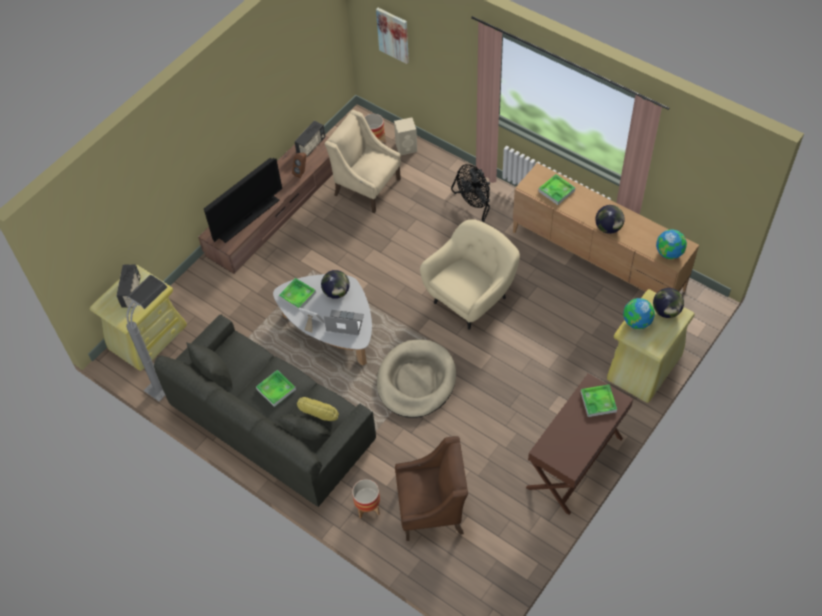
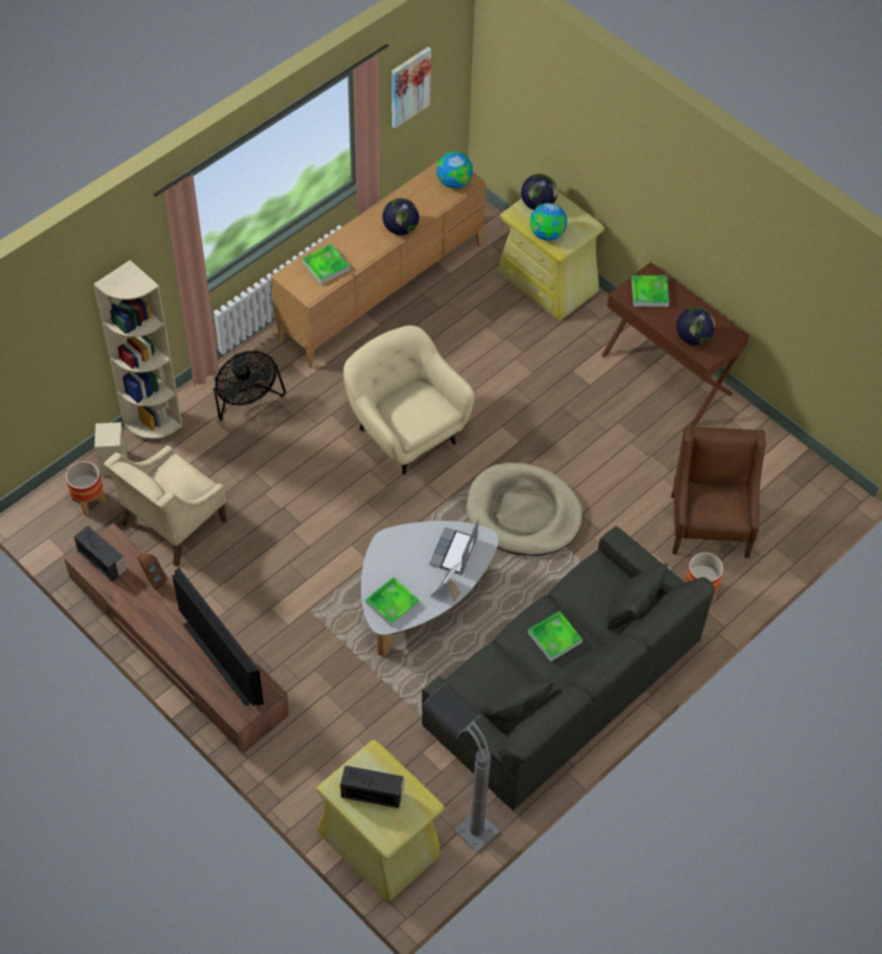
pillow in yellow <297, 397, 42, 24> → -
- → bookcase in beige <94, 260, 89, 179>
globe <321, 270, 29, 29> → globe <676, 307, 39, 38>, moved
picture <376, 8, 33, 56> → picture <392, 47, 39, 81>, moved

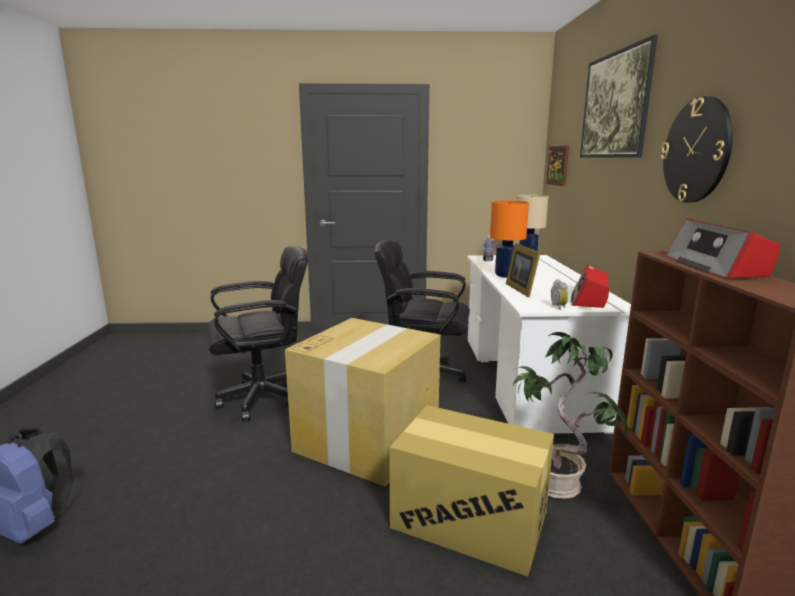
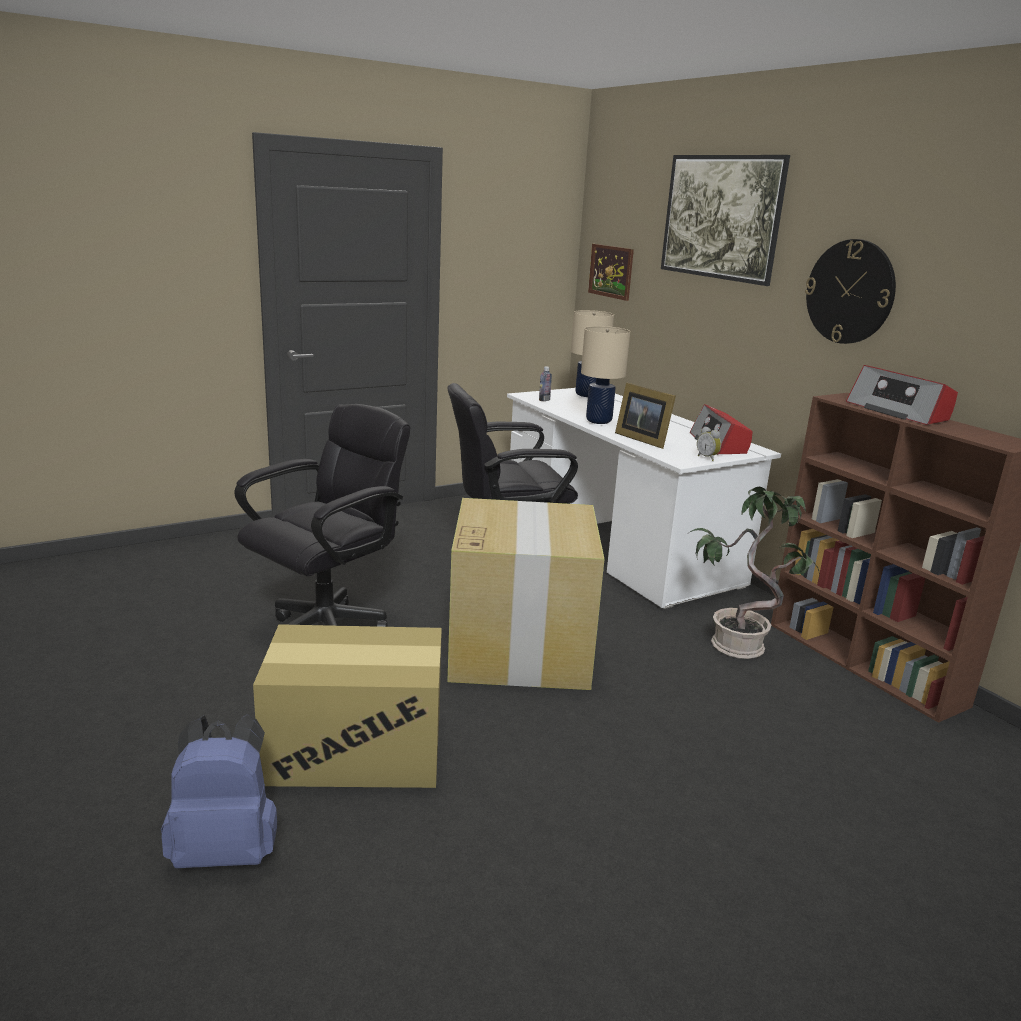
cardboard box <390, 405, 164, 172> → cardboard box <253, 624, 189, 164>, moved
table lamp in orange <490, 201, 39, 77> → table lamp in beige <581, 326, 49, 98>

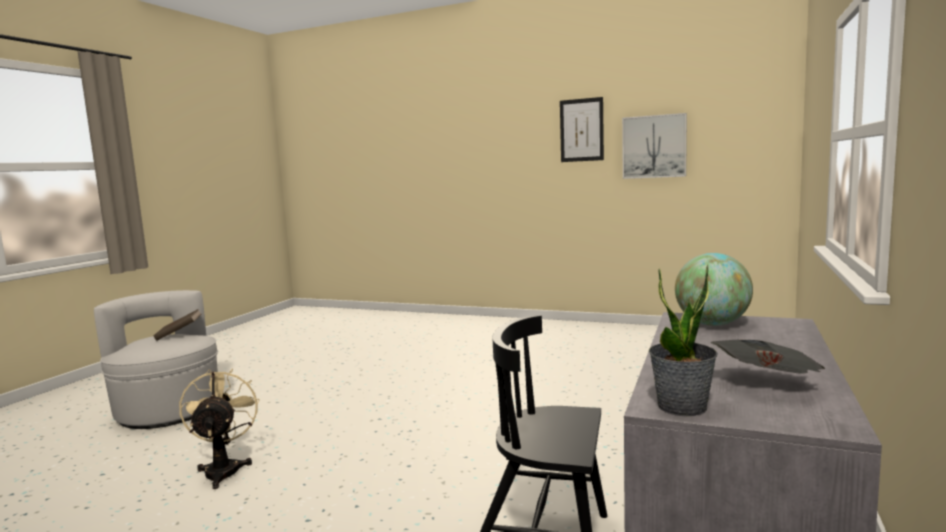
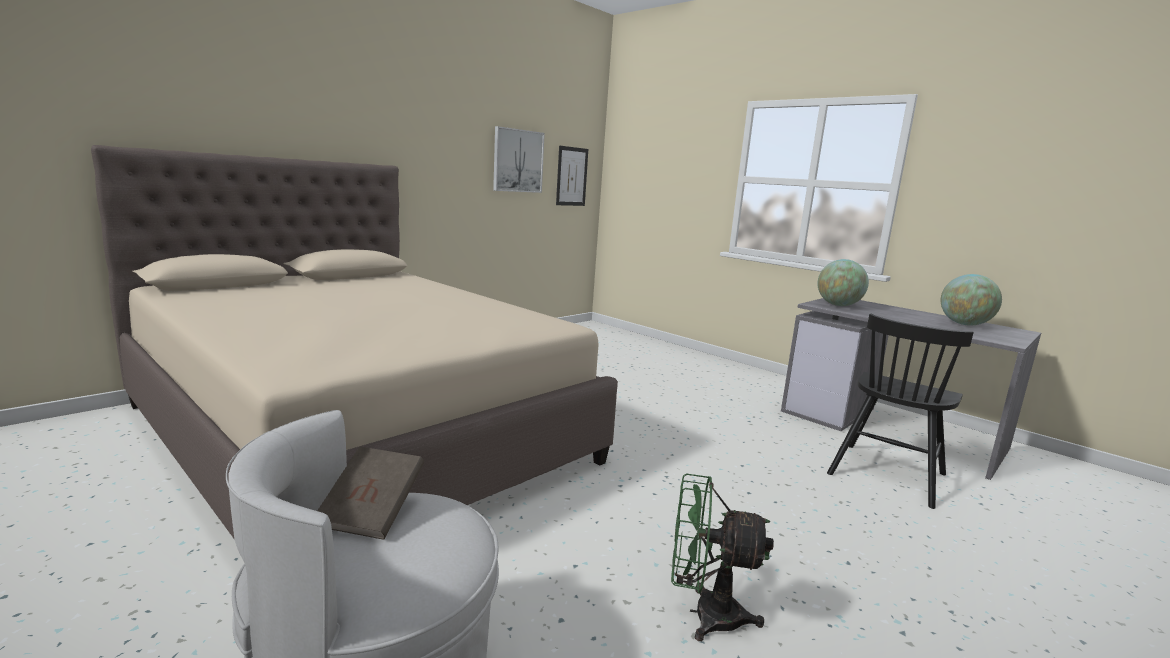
potted plant <649, 265, 69, 151> → -
- → bed in beige <91, 145, 527, 395>
picture <560, 97, 44, 65> → picture <556, 146, 32, 60>, moved
newspaper <710, 339, 114, 34> → globe <941, 274, 61, 51>
fan in beige <179, 368, 81, 121> → fan in green <671, 474, 103, 167>

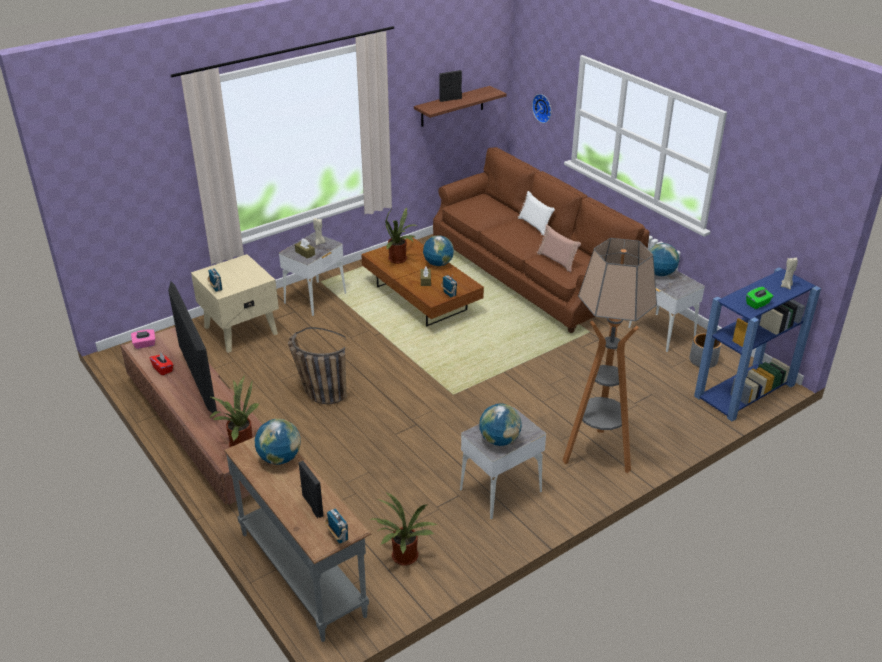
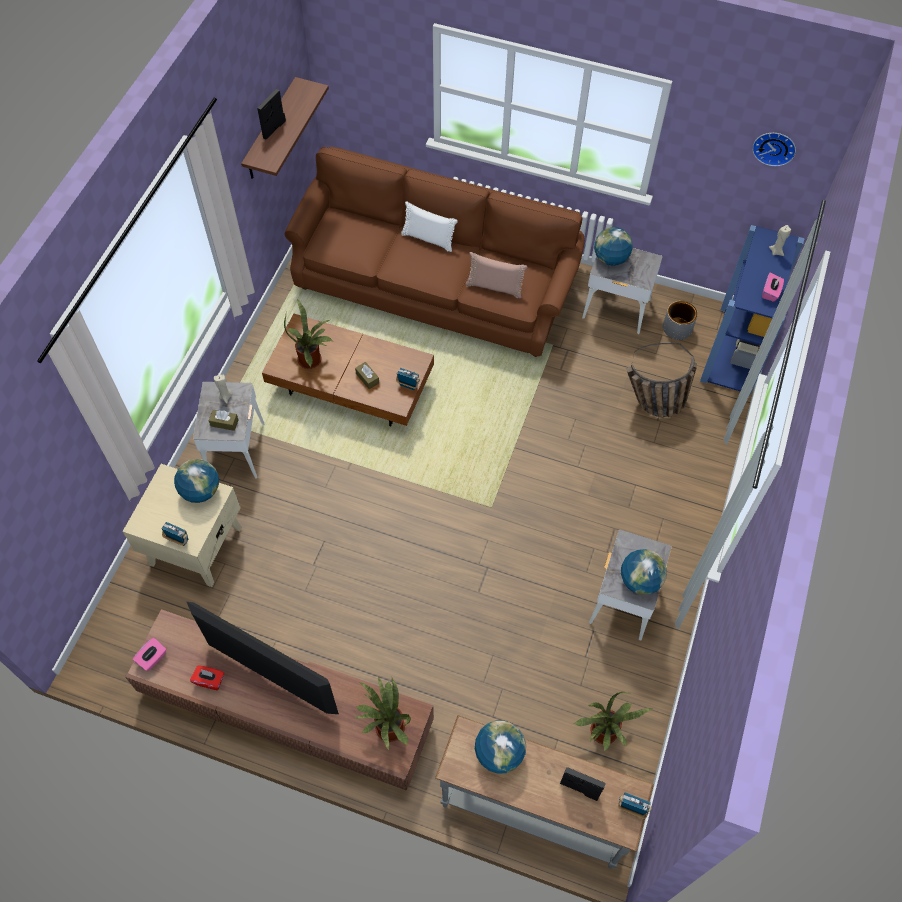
floor lamp <563, 238, 94, 235> → -
basket <288, 327, 59, 77> → basket <626, 343, 71, 75>, moved
globe <423, 235, 31, 31> → globe <174, 459, 45, 44>, moved
wall clock <532, 94, 19, 29> → wall clock <752, 133, 44, 33>, moved
tissue box in green <746, 287, 27, 22> → tissue box in pink <762, 272, 22, 30>

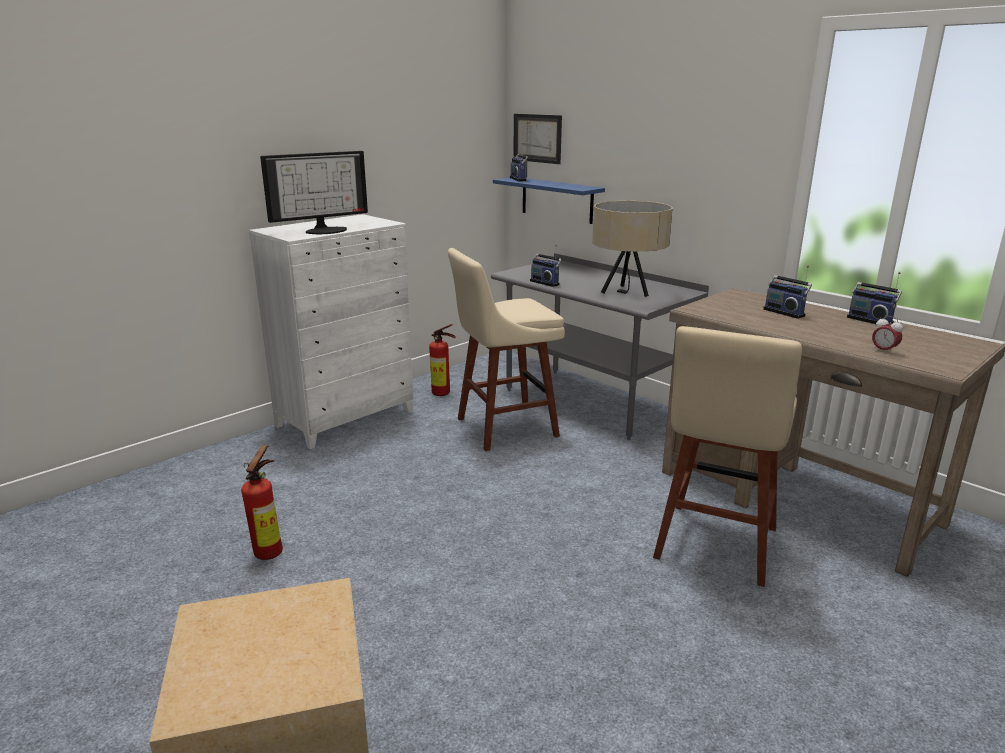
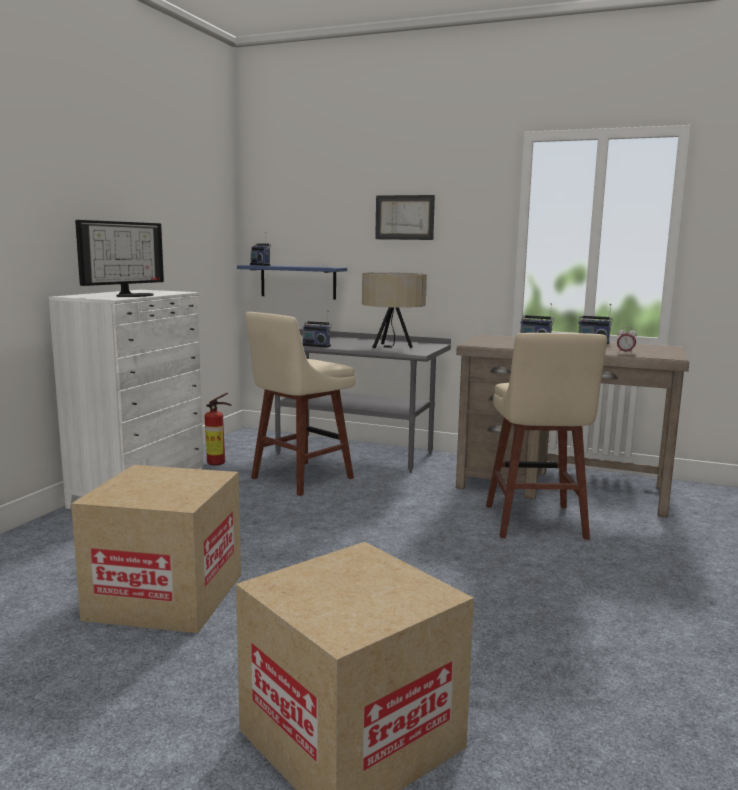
picture <513, 114, 49, 50> → picture <375, 195, 60, 45>, moved
fire extinguisher <241, 445, 42, 115> → cardboard box <71, 465, 170, 168>

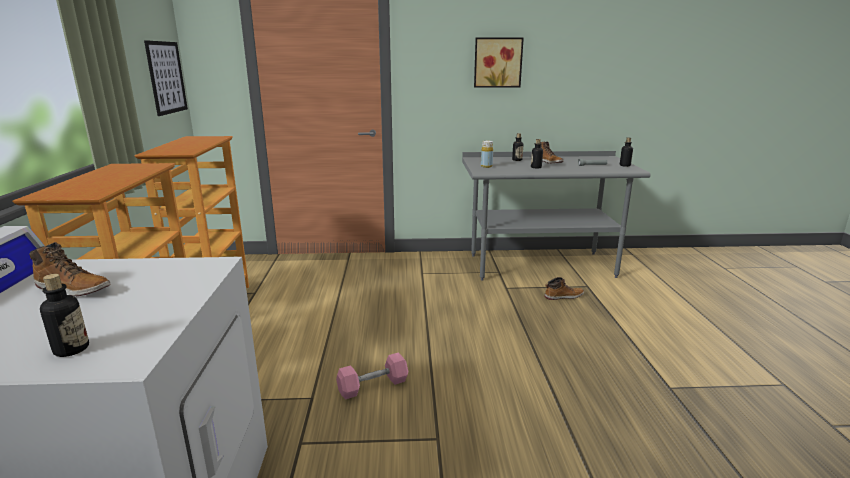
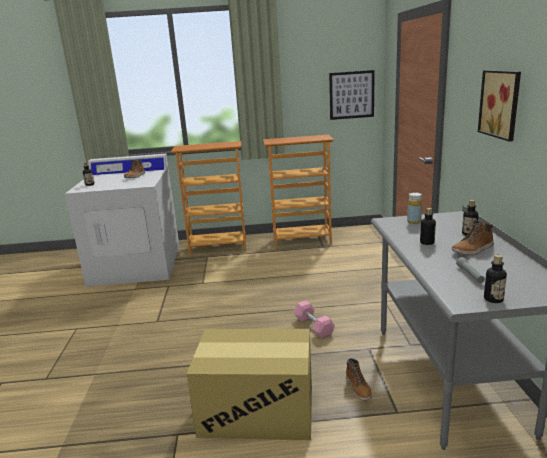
- → cardboard box <187, 329, 125, 111>
dumbbell in pink <336, 353, 73, 46> → dumbbell in pink <294, 301, 41, 38>, moved

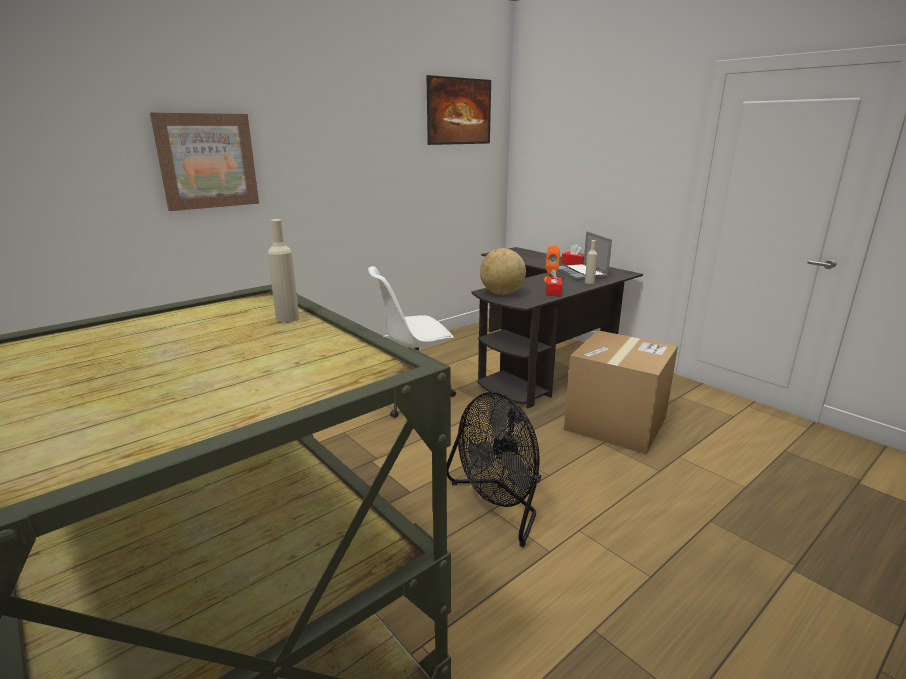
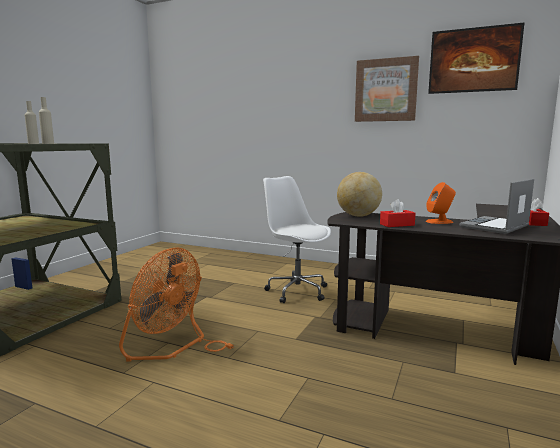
cardboard box <564, 330, 114, 125> → -
picture <150, 112, 109, 99> → picture <355, 56, 64, 66>, moved
bottle in beige <585, 240, 13, 44> → bottle in beige <25, 101, 14, 43>, moved
fan in black <447, 392, 95, 155> → fan in orange <119, 248, 115, 114>

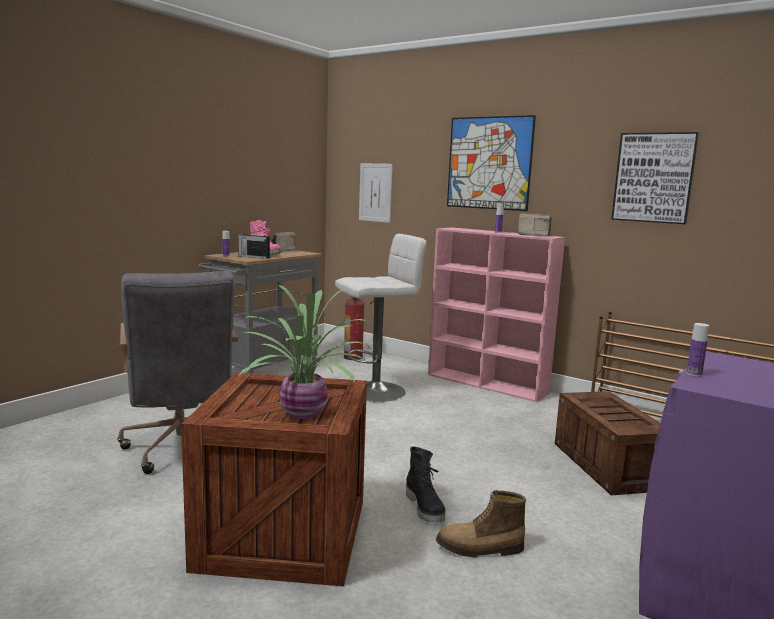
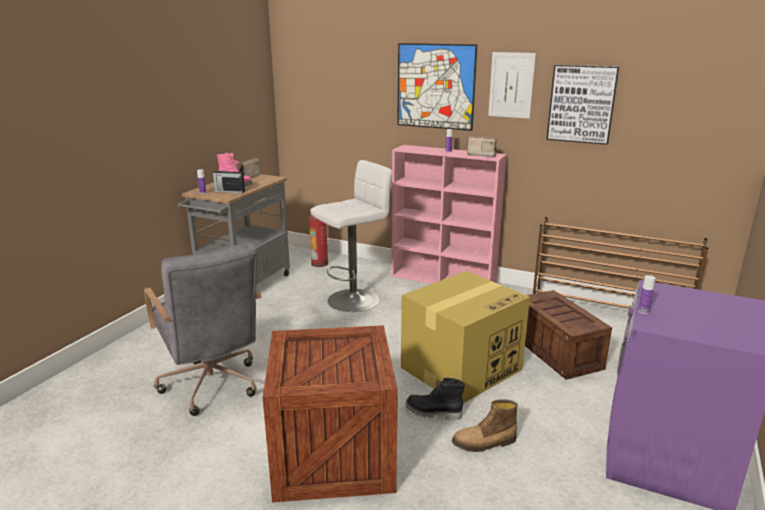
potted plant <238, 285, 130, 134> → -
- → cardboard box <401, 271, 129, 132>
picture <359, 163, 34, 60> → picture <488, 52, 48, 67>, moved
boot in black <406, 447, 39, 76> → boot in black <405, 378, 60, 42>, 135 degrees clockwise

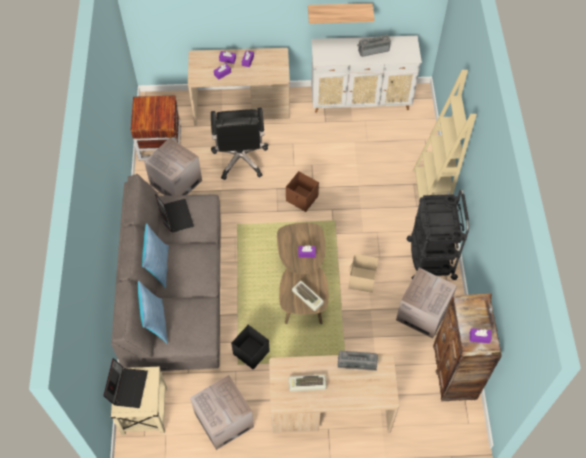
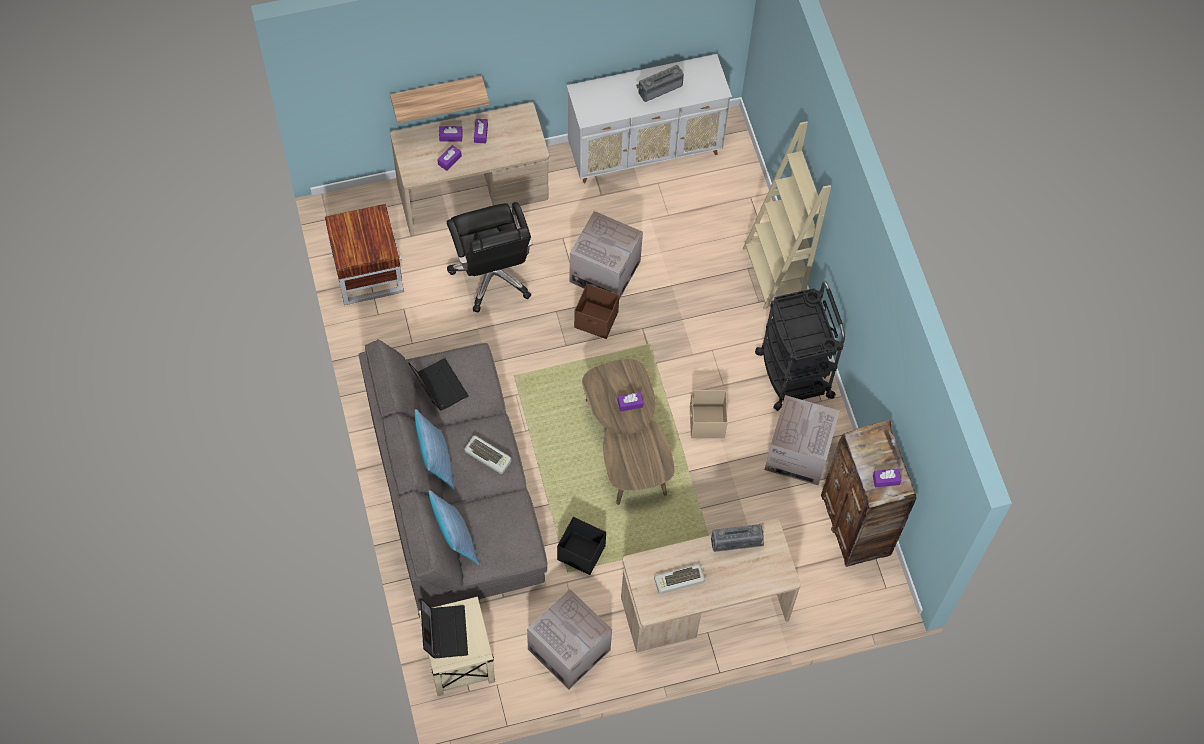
cardboard box <144, 137, 58, 59> → cardboard box <569, 211, 74, 89>, moved
keyboard <292, 281, 32, 30> → keyboard <464, 435, 47, 39>, moved
shelf <308, 3, 67, 21> → shelf <390, 75, 99, 49>, moved

